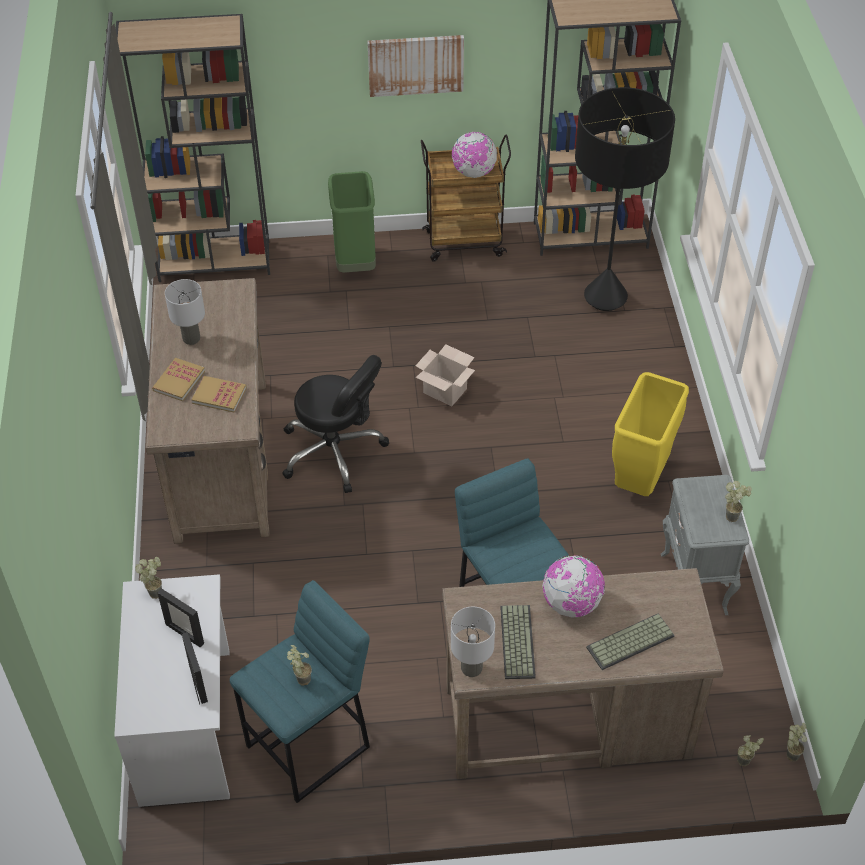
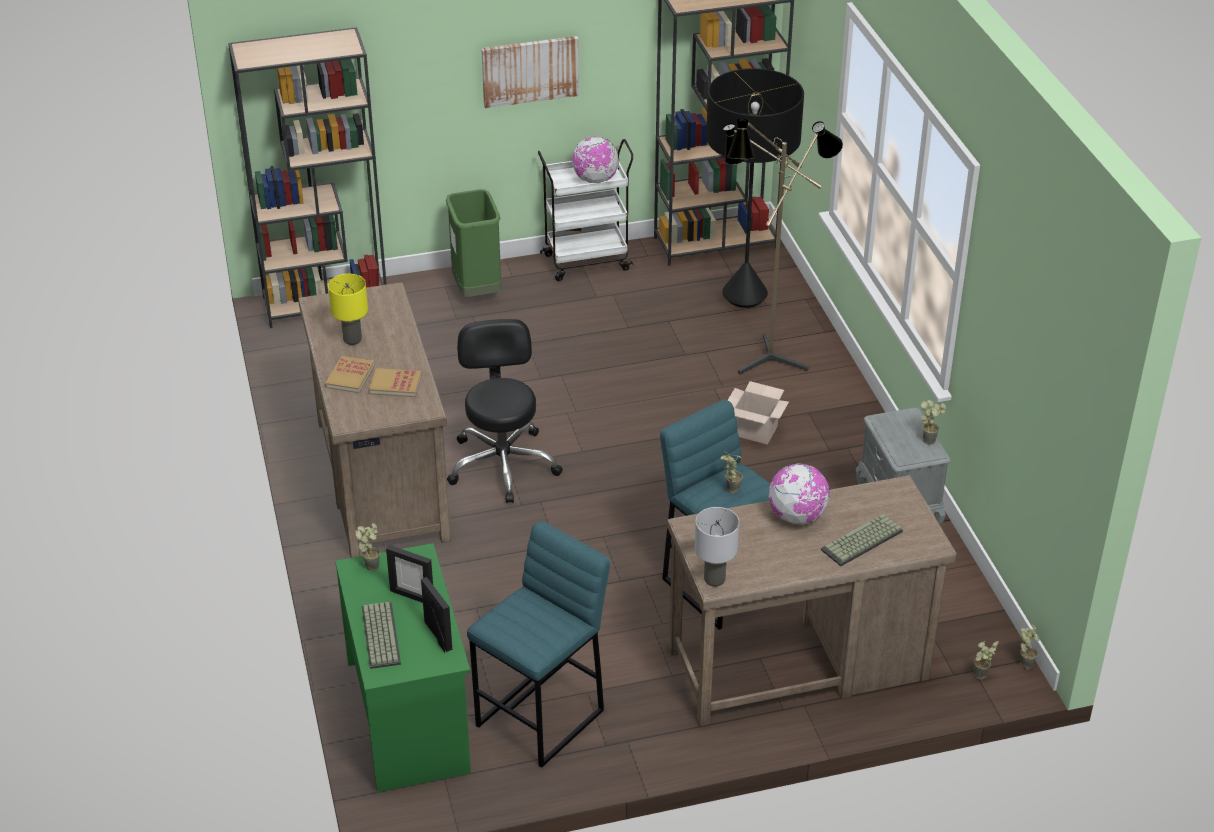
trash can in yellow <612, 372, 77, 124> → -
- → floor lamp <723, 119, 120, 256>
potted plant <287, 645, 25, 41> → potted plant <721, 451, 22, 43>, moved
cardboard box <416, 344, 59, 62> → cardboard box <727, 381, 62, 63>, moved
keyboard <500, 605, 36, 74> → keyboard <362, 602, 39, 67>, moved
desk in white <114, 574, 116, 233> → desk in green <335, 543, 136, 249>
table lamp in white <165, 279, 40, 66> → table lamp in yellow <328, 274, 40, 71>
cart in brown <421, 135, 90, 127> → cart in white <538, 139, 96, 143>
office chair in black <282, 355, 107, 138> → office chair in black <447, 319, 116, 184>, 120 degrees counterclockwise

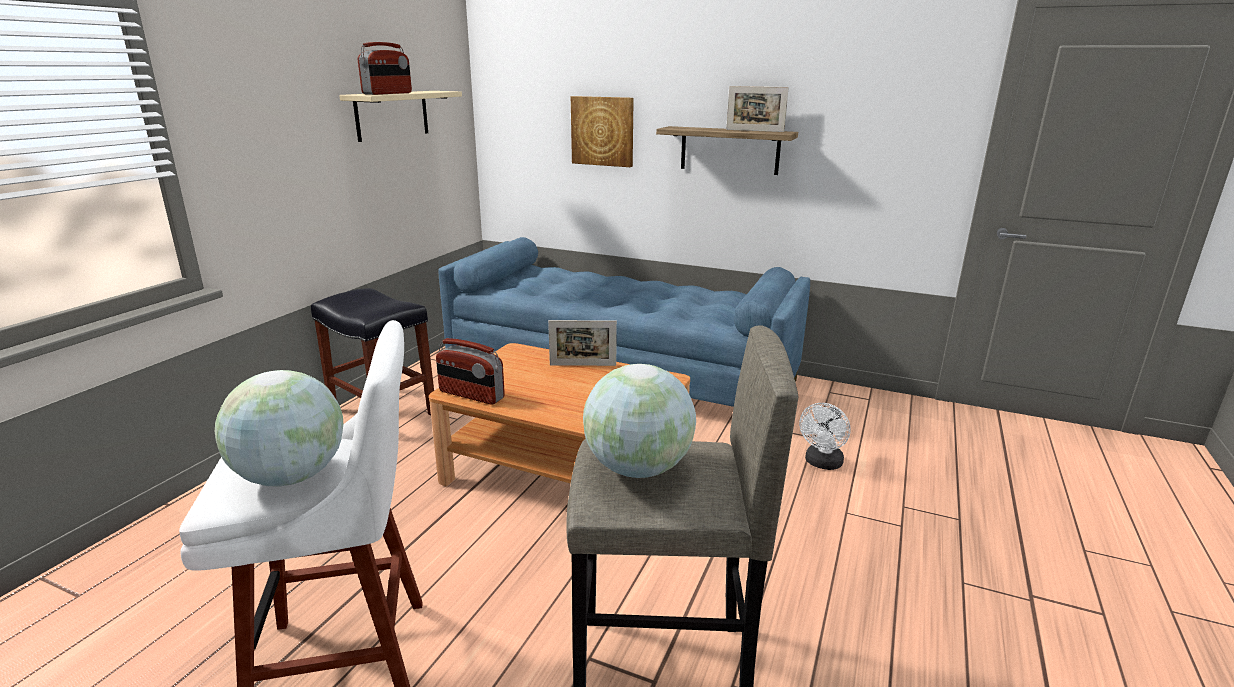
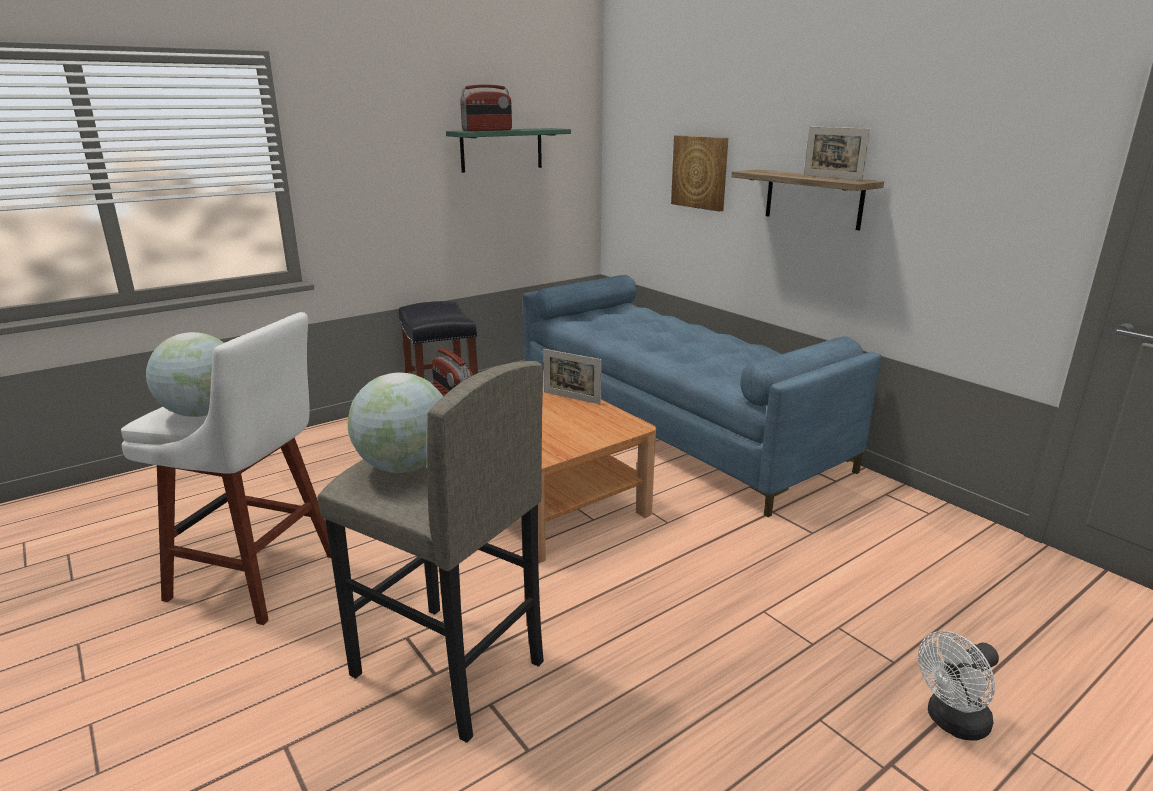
fan in white <799, 403, 52, 67> → fan in white <918, 631, 81, 110>, moved
shelf in beige <339, 91, 123, 51> → shelf in green <446, 128, 125, 45>

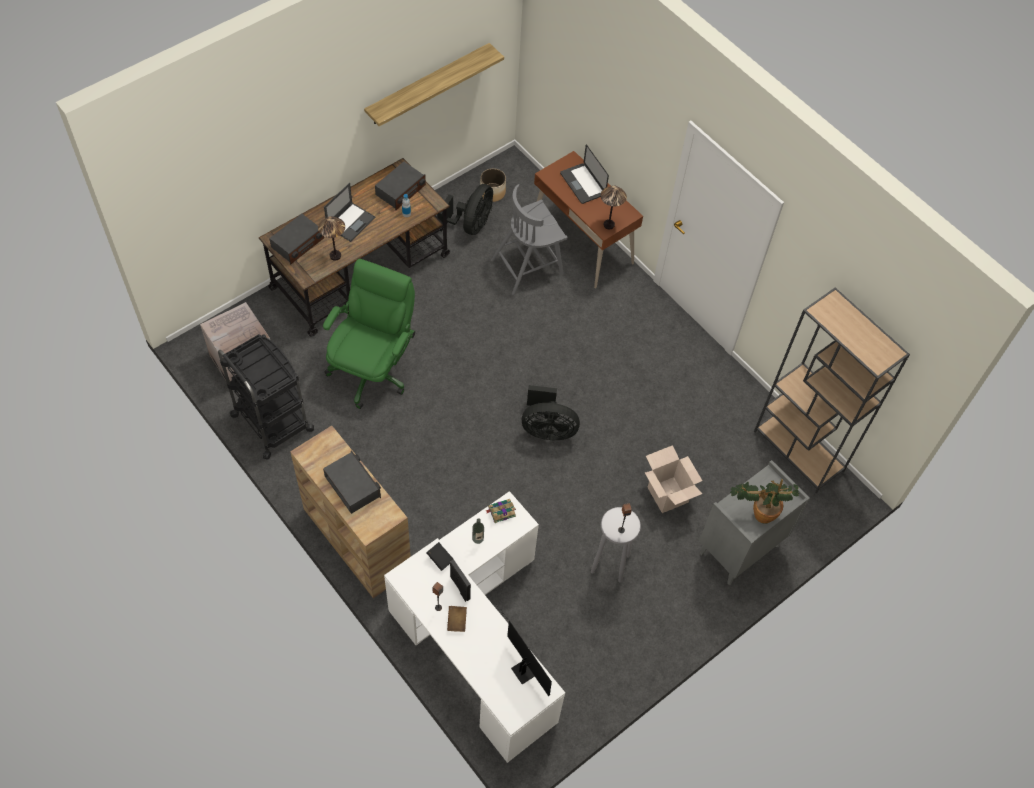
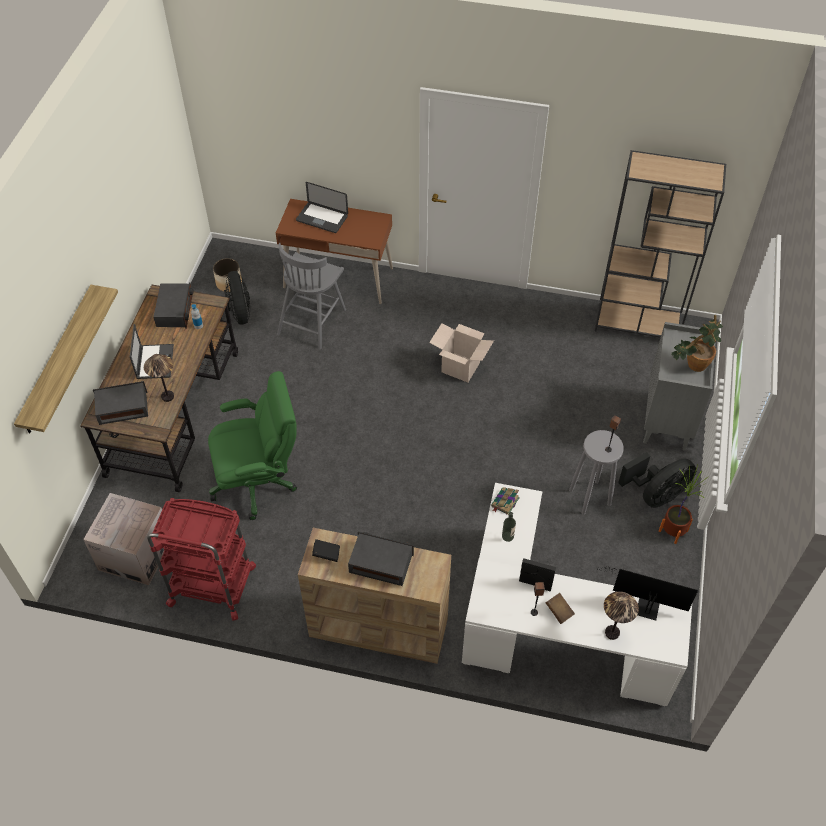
- → potted plant <659, 465, 51, 79>
shelf <364, 43, 140, 83> → shelf <14, 285, 104, 149>, moved
book in black <426, 542, 27, 29> → book in black <312, 539, 28, 23>, moved
fan in black <522, 385, 58, 55> → fan in black <618, 452, 78, 56>, moved
table lamp <601, 185, 26, 44> → table lamp <604, 591, 35, 49>, moved
cardboard box <645, 445, 57, 68> → cardboard box <429, 323, 65, 59>, moved
cart in black <218, 334, 96, 126> → cart in red <147, 498, 109, 123>
radio <269, 213, 55, 51> → radio <93, 381, 55, 44>, 105 degrees counterclockwise
office chair in green <323, 259, 92, 150> → office chair in green <208, 371, 89, 149>, 90 degrees clockwise

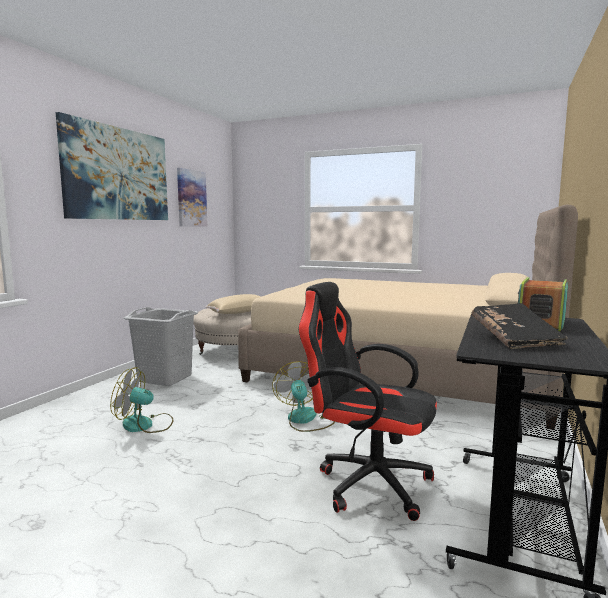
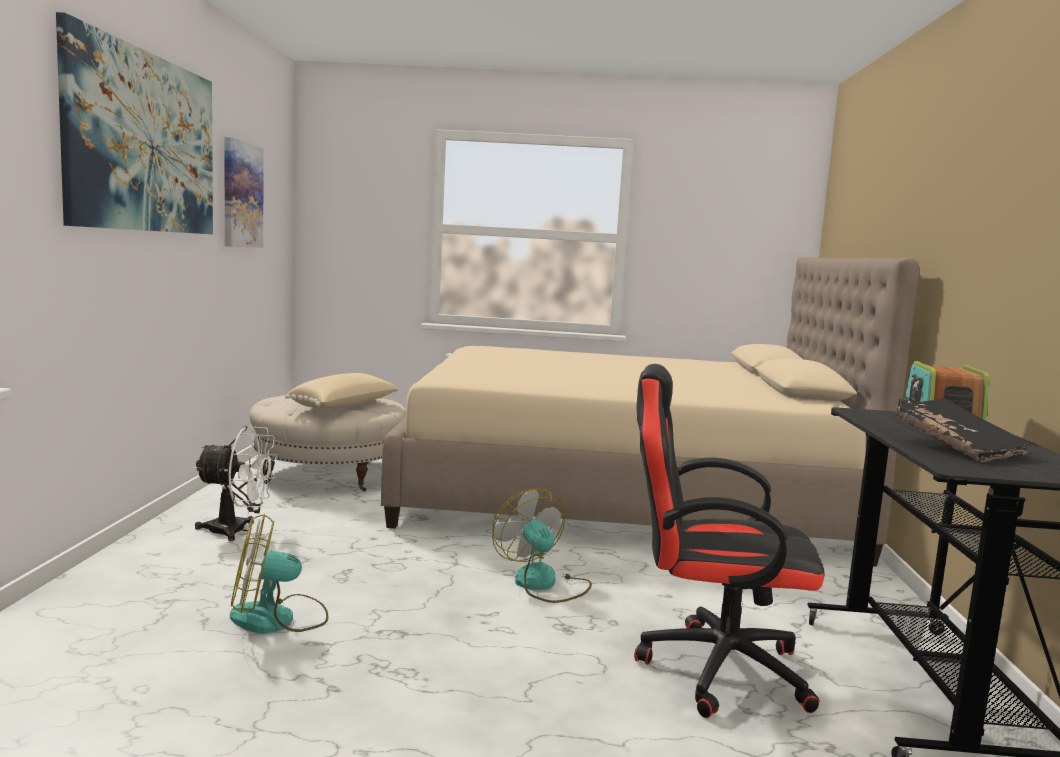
laundry basket in grey <124, 307, 74, 79> → fan in white <194, 426, 83, 115>

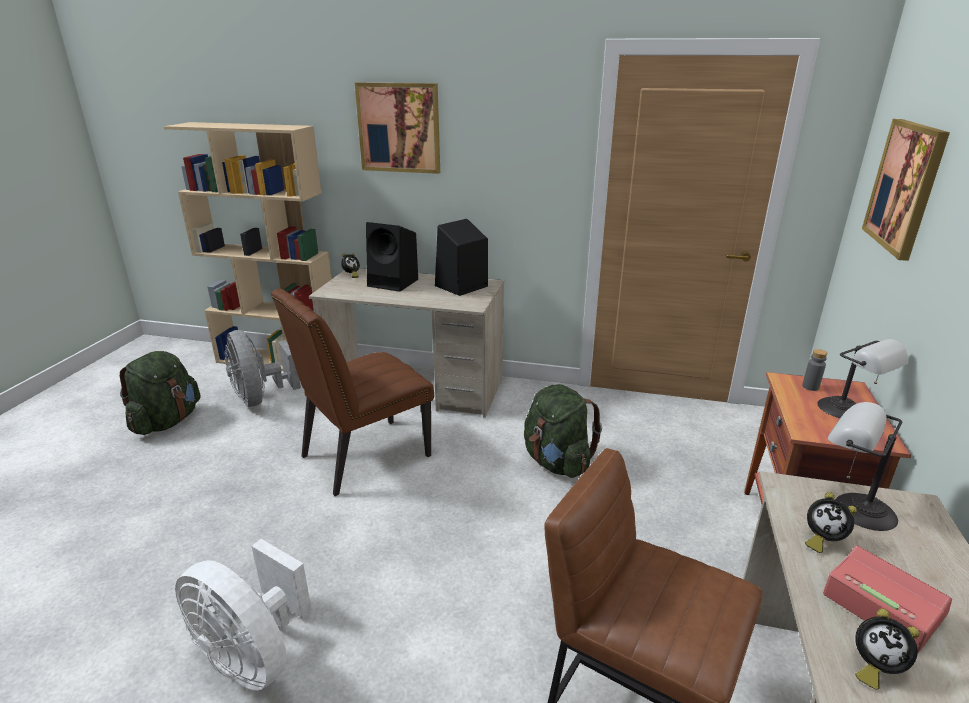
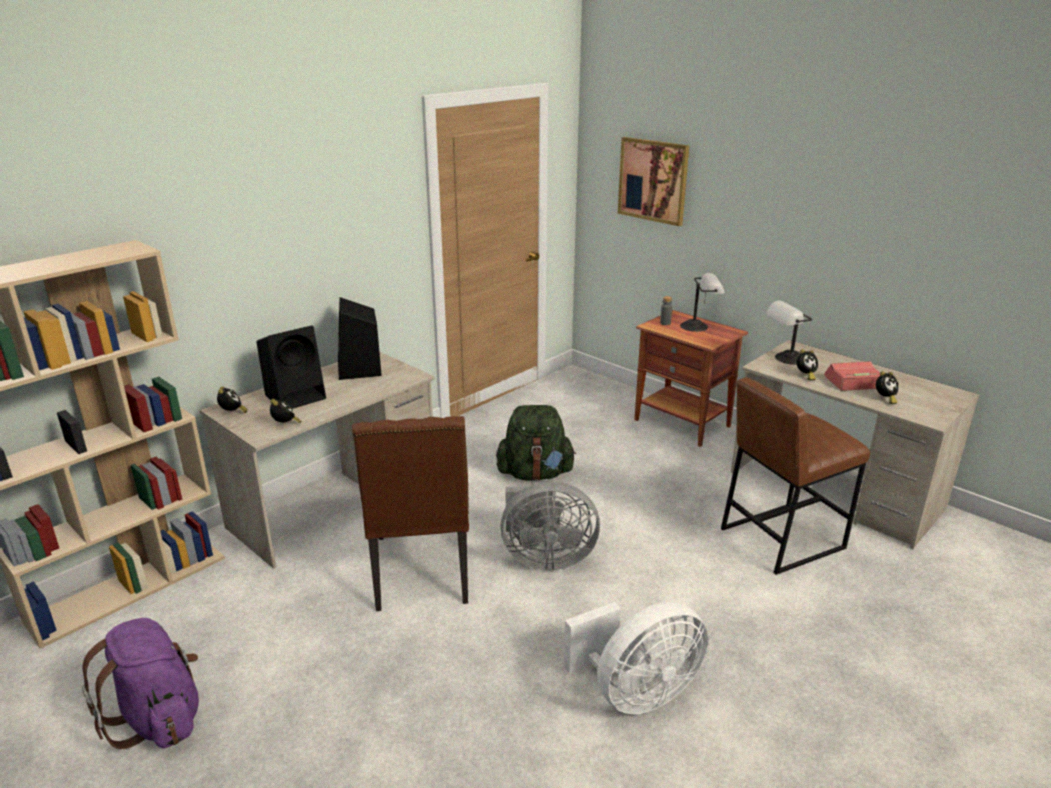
picture <355, 82, 85, 92> → -
- → alarm clock <270, 399, 31, 25>
fan in grey <225, 330, 76, 77> → fan in grey <501, 482, 99, 88>, moved
backpack in green <120, 351, 81, 84> → backpack in purple <82, 618, 117, 131>

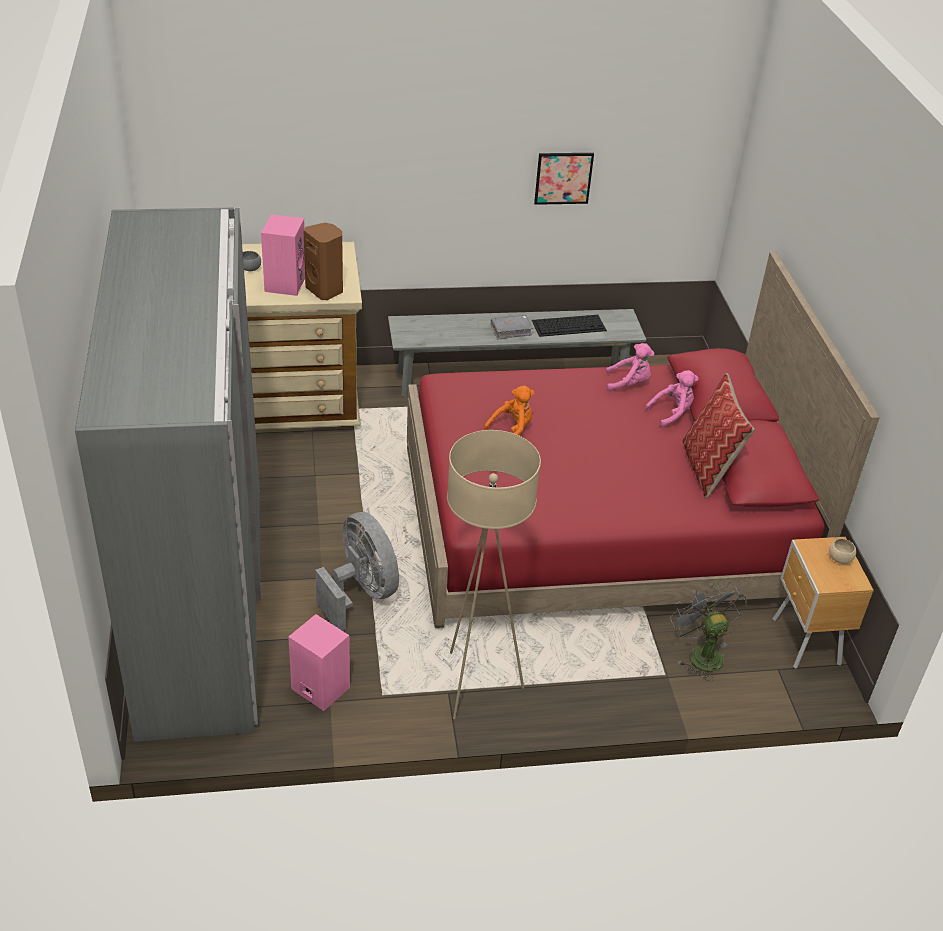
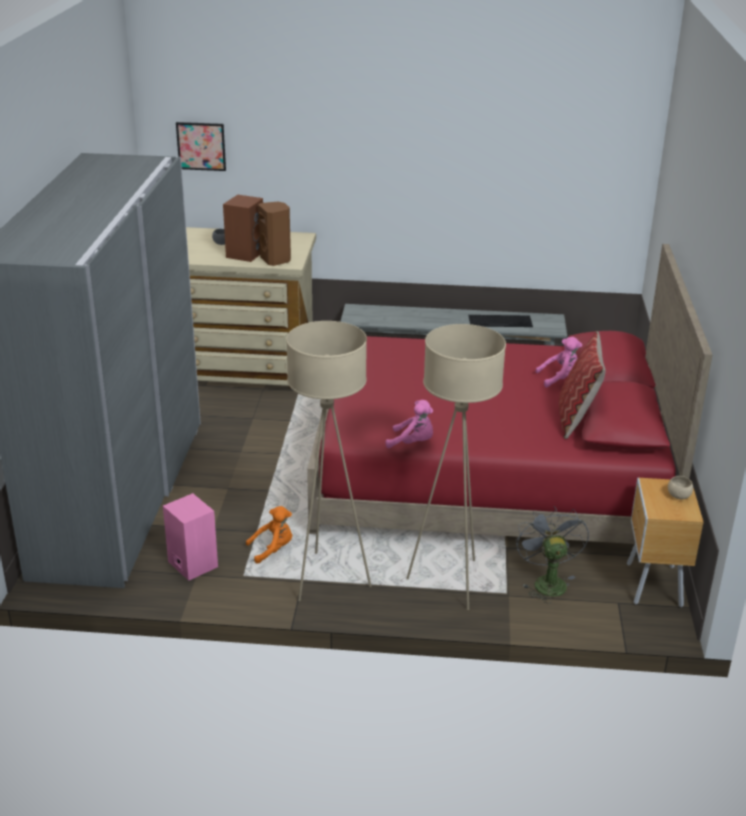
fan in grey <316, 512, 83, 119> → -
book in grey <491, 315, 42, 25> → -
- → floor lamp in beige <406, 324, 100, 286>
plush toy in orange <484, 386, 51, 49> → plush toy in orange <246, 506, 46, 58>, moved
picture <534, 153, 60, 52> → picture <176, 122, 50, 49>, moved
plush toy in pink <606, 343, 48, 49> → plush toy in pink <386, 400, 47, 48>, moved
speaker in pink <261, 214, 44, 82> → speaker in brown <223, 195, 40, 67>

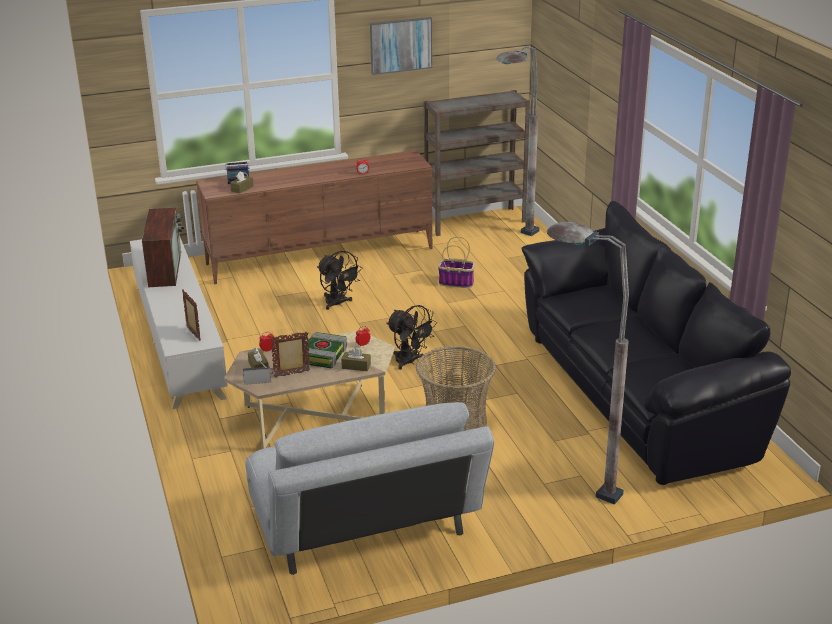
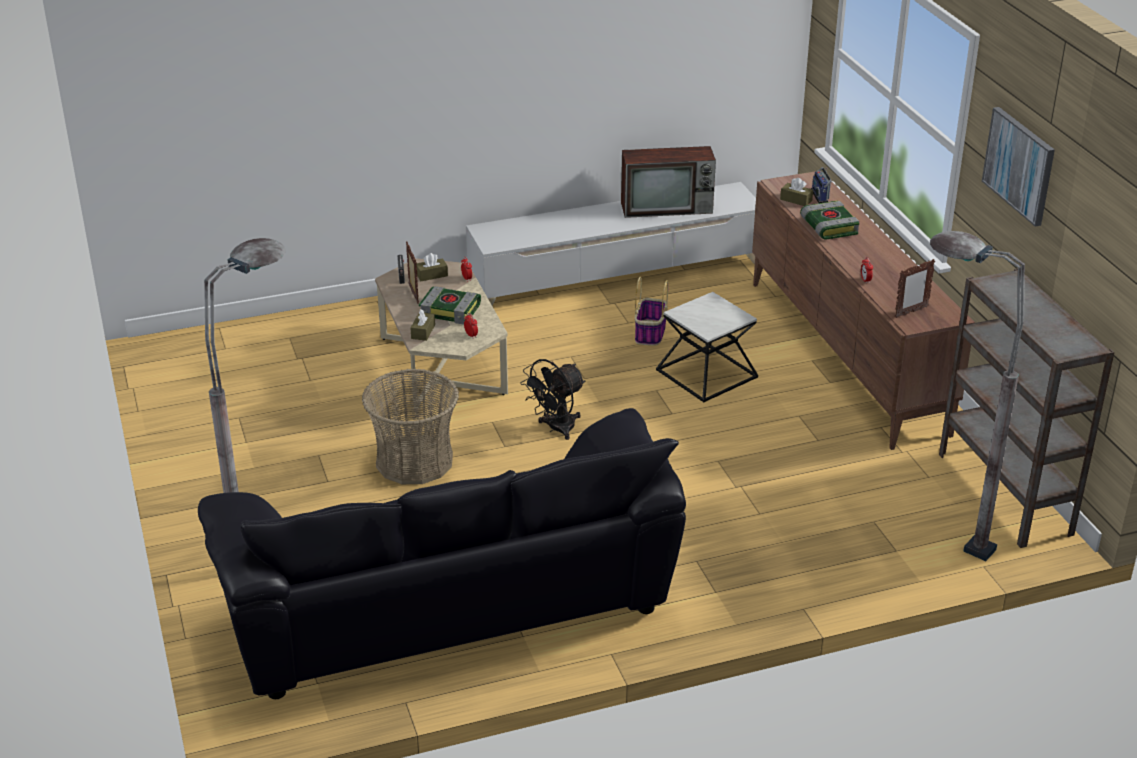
sofa in grey <245, 402, 249, 173> → -
- → book <800, 200, 59, 40>
picture frame <182, 289, 19, 52> → picture frame <895, 259, 40, 59>, moved
basket <438, 236, 37, 52> → basket <635, 277, 33, 69>, moved
fan in black <317, 251, 46, 59> → side table <656, 292, 102, 110>

